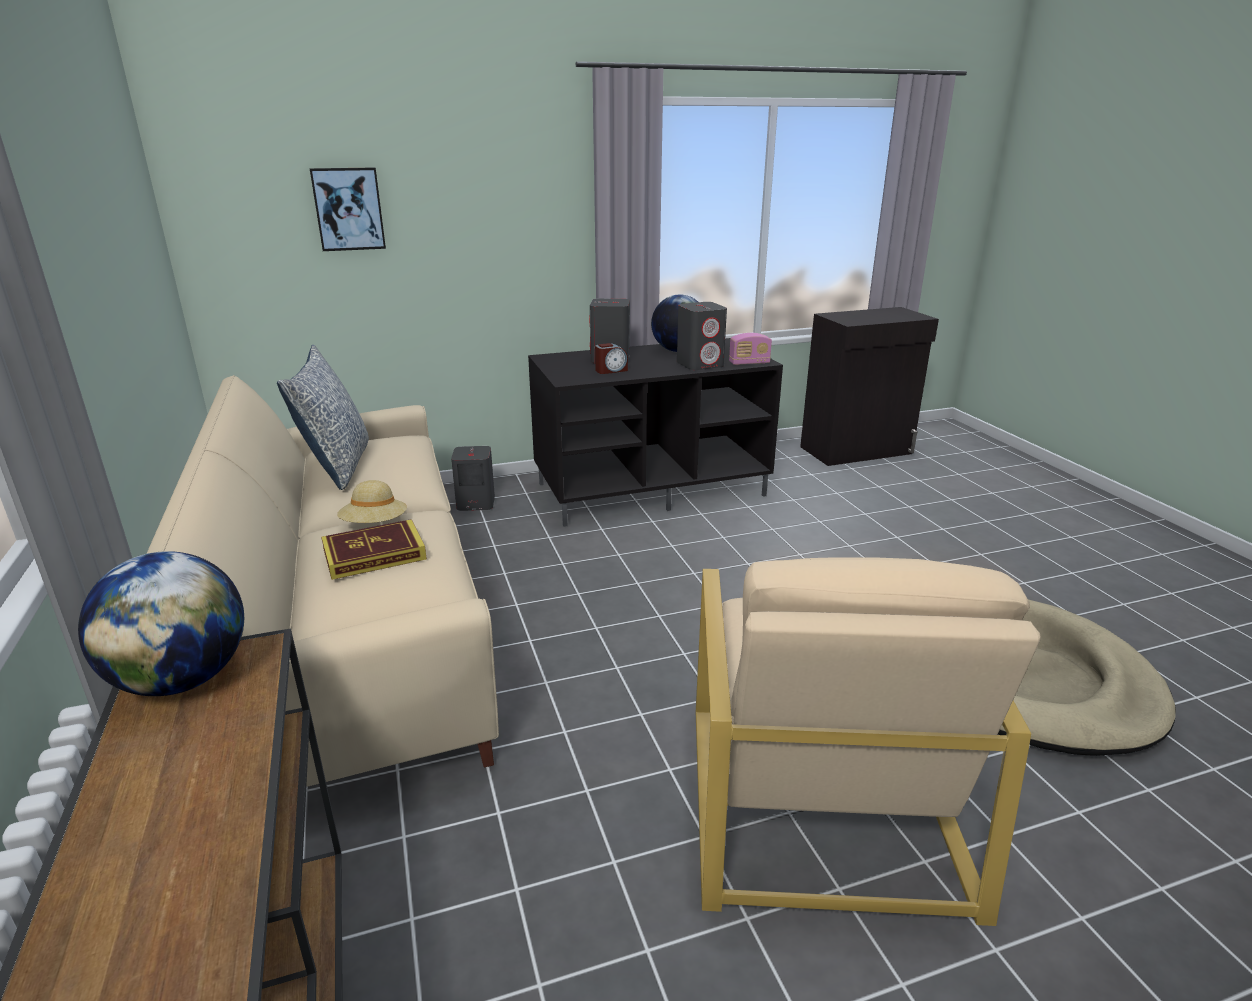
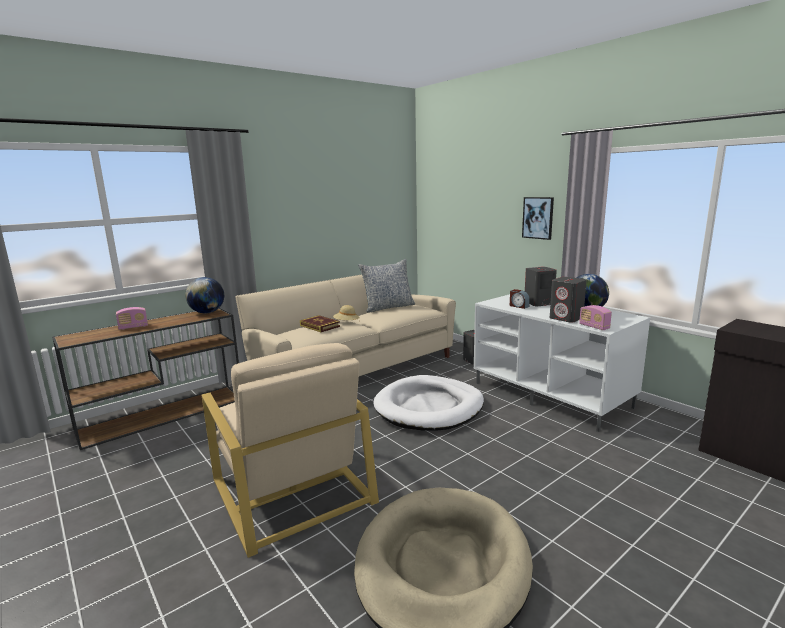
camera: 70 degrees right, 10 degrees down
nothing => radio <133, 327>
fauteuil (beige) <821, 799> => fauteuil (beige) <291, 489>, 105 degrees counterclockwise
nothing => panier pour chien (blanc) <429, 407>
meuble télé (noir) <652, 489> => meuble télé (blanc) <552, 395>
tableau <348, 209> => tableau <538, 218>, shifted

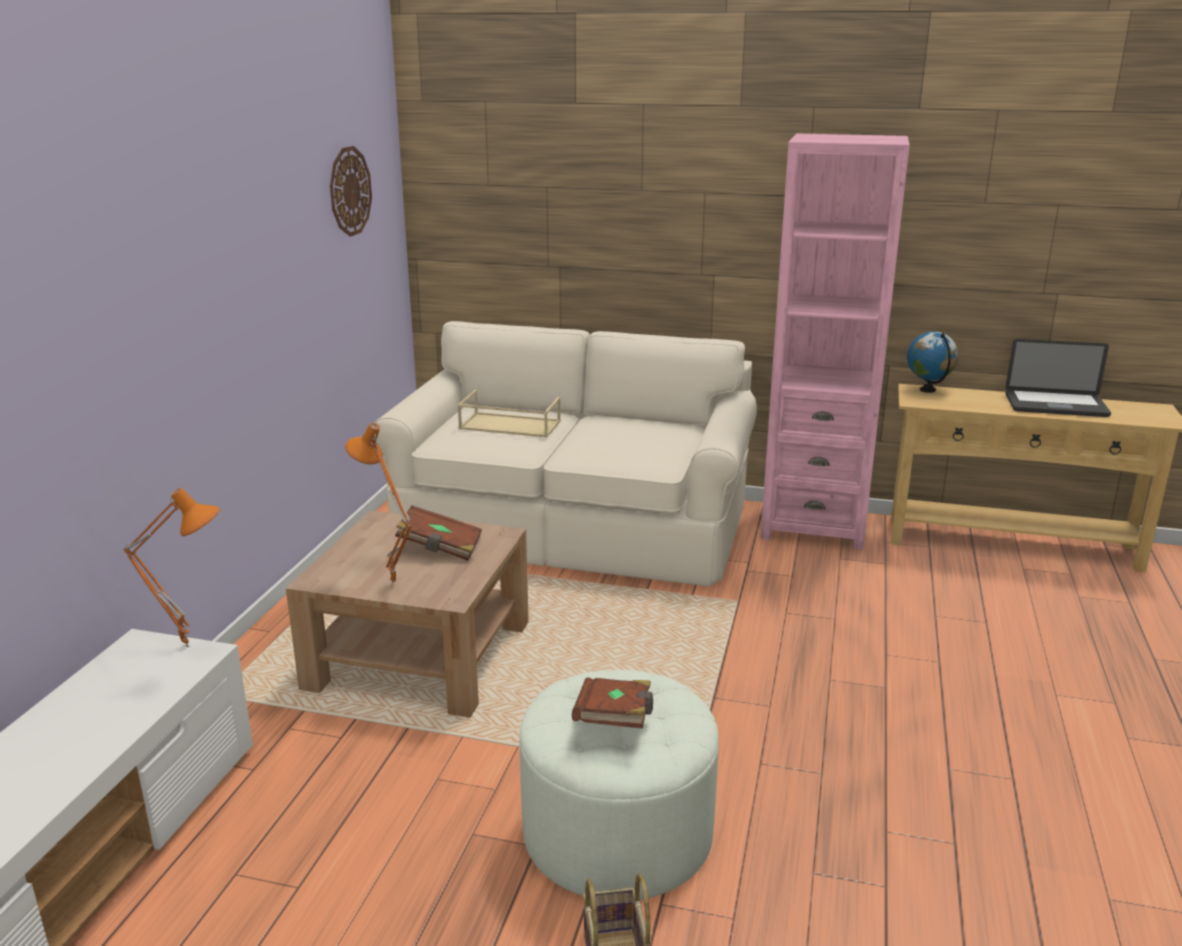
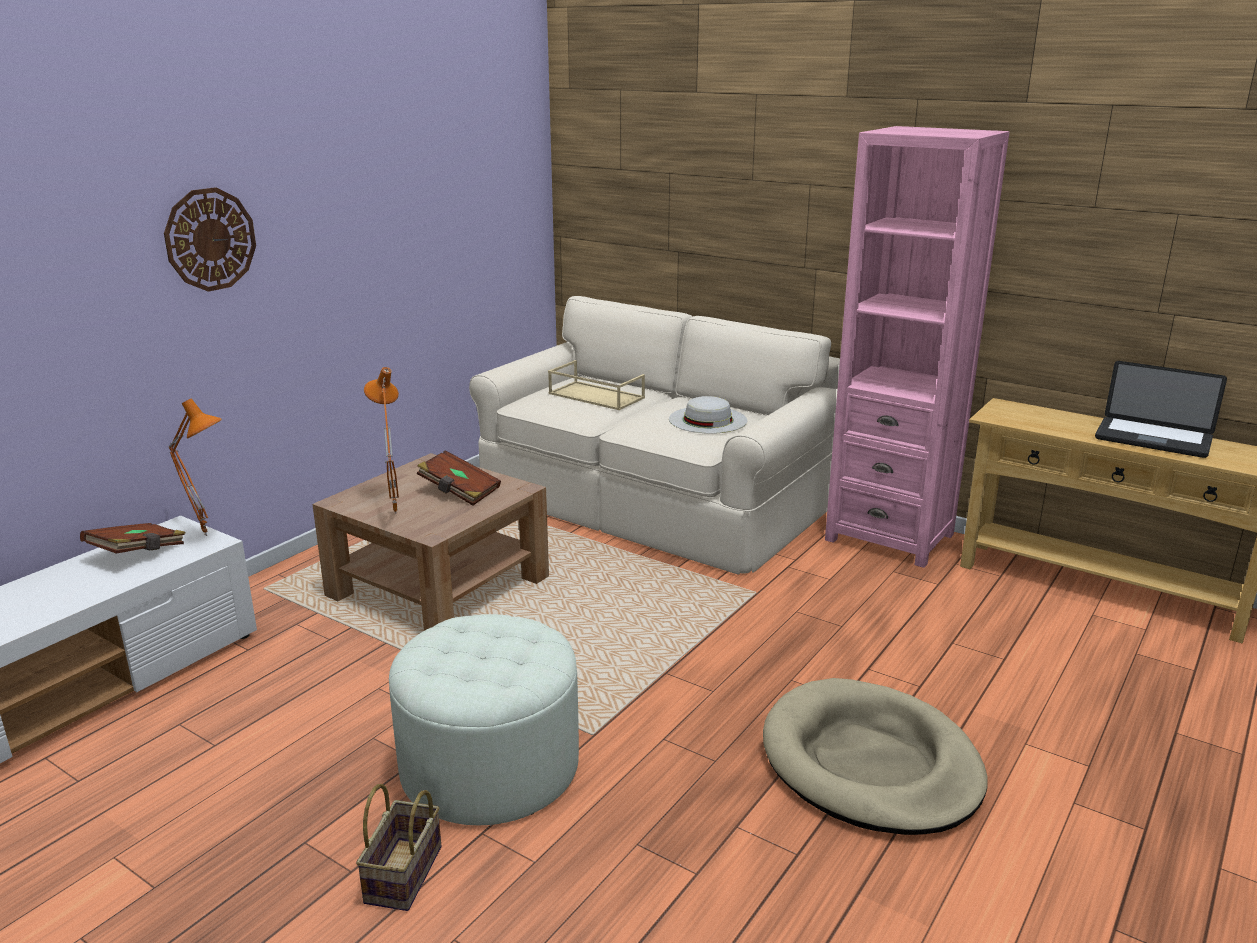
camera: 20 degrees right, 0 degrees up
livre (marron) <615, 720> => livre (marron) <138, 553>, shifted
horloge murale <349, 191> => horloge murale <210, 239>, shifted
nothing => chapeau (blanc) <707, 420>
nothing => panier pour chien (beige) <870, 763>
globe <928, 390> => nothing

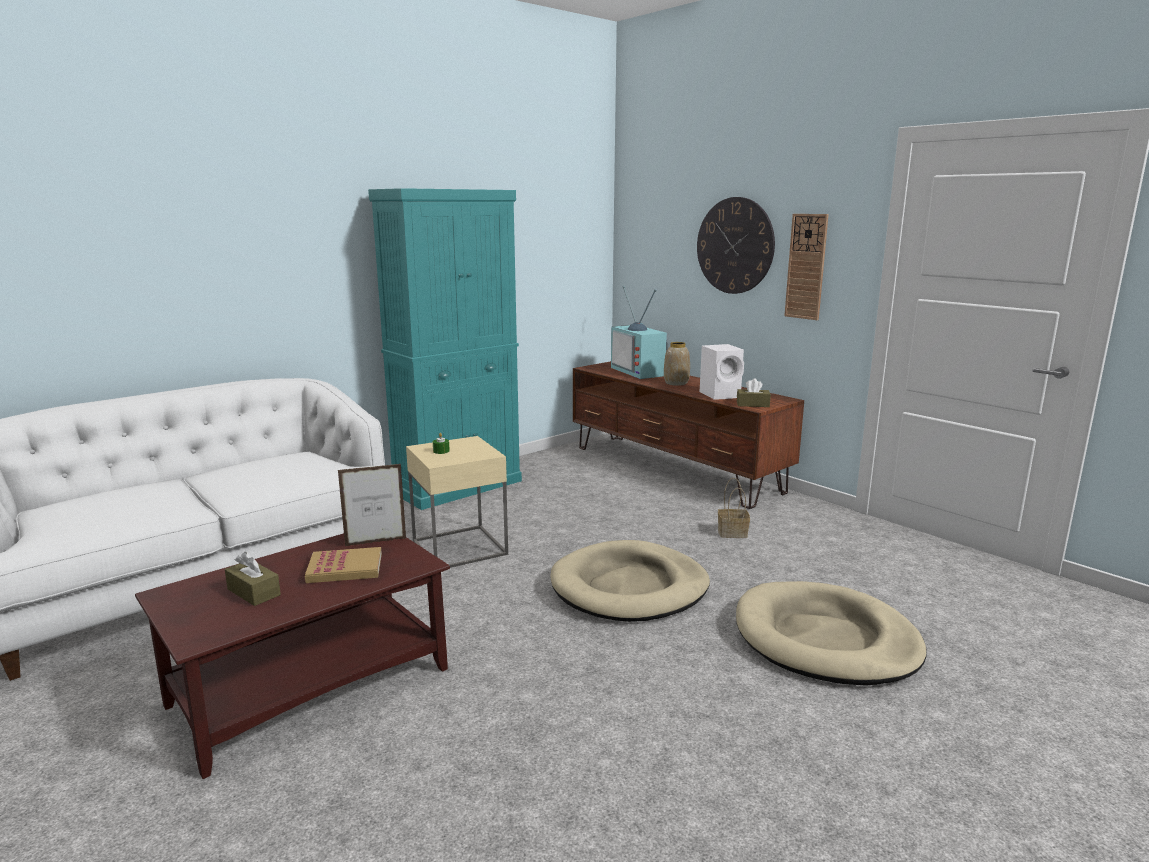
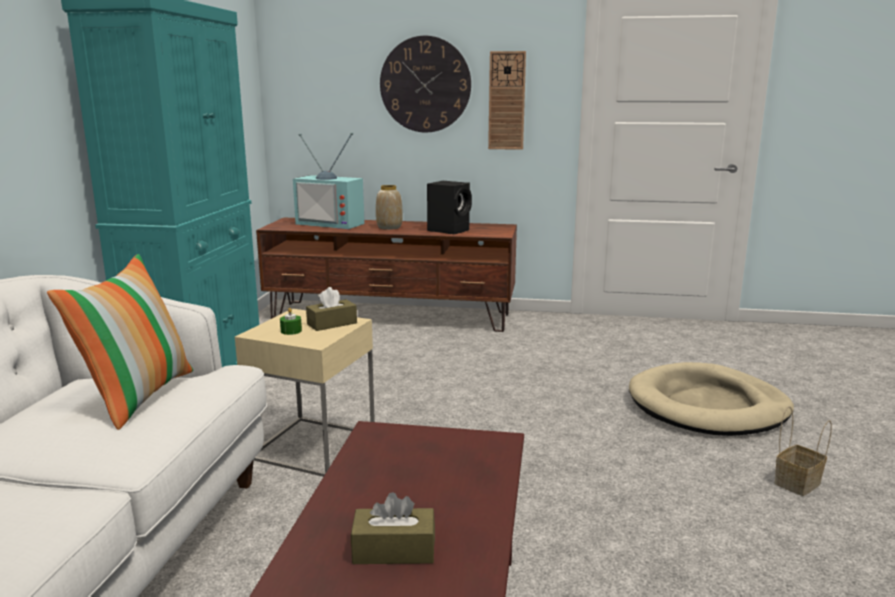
camera: 40 degrees left, 0 degrees up
nothing => coussin <138, 396>
boîte à mouchoirs (marron) <752, 404> => boîte à mouchoirs (marron) <332, 324>, shifted
enceinte (blanc) <721, 395> => enceinte (noir) <449, 230>
panier <733, 533> => panier <797, 482>, shifted
livre <345, 568> => nothing
cadre photo <376, 542> => nothing
panier pour chien (beige) <629, 587> => nothing

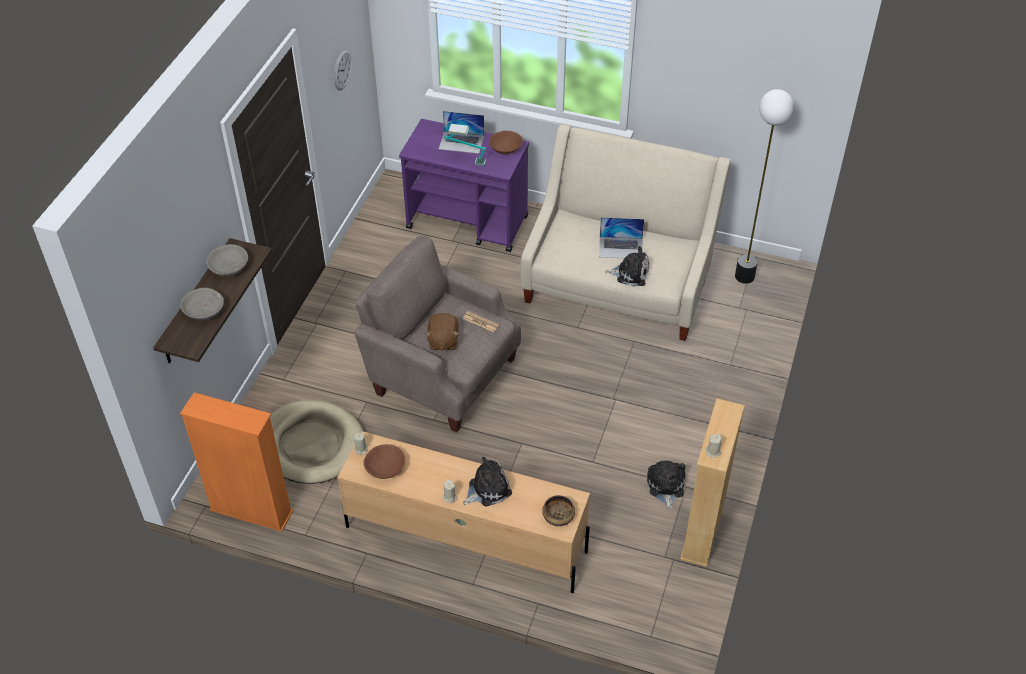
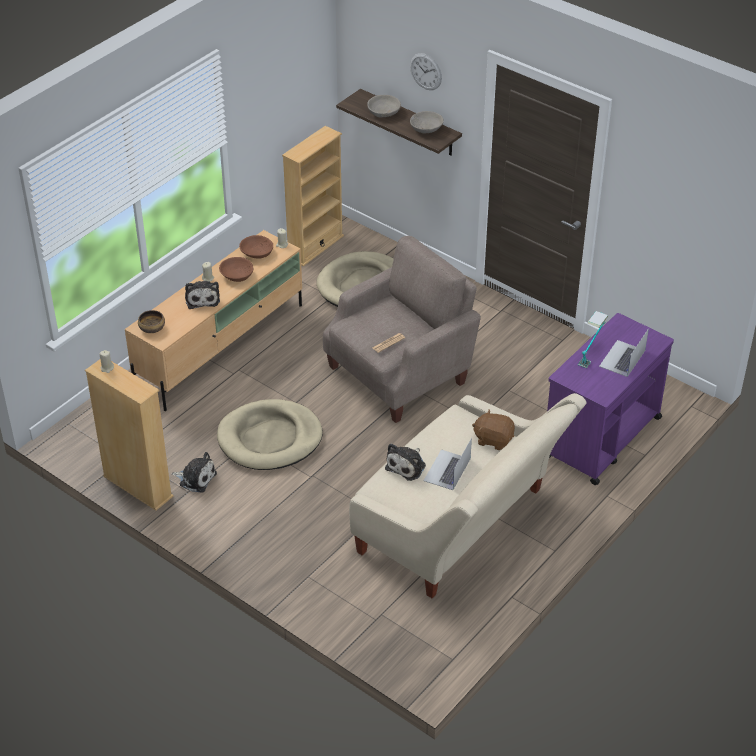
camera: 110 degrees right, 5 degrees down
nothing => panier pour chien (beige) <270, 438>
bol (marron) <505, 148> => bol (marron) <236, 275>, shifted
bibliothèque (orange) <251, 511> => bibliothèque (beige) <315, 247>
horloge murale <342, 69> => horloge murale <425, 71>, shifted
peluche (marron) <443, 341> => peluche (marron) <493, 439>, shifted
lampadaire <745, 276> => nothing

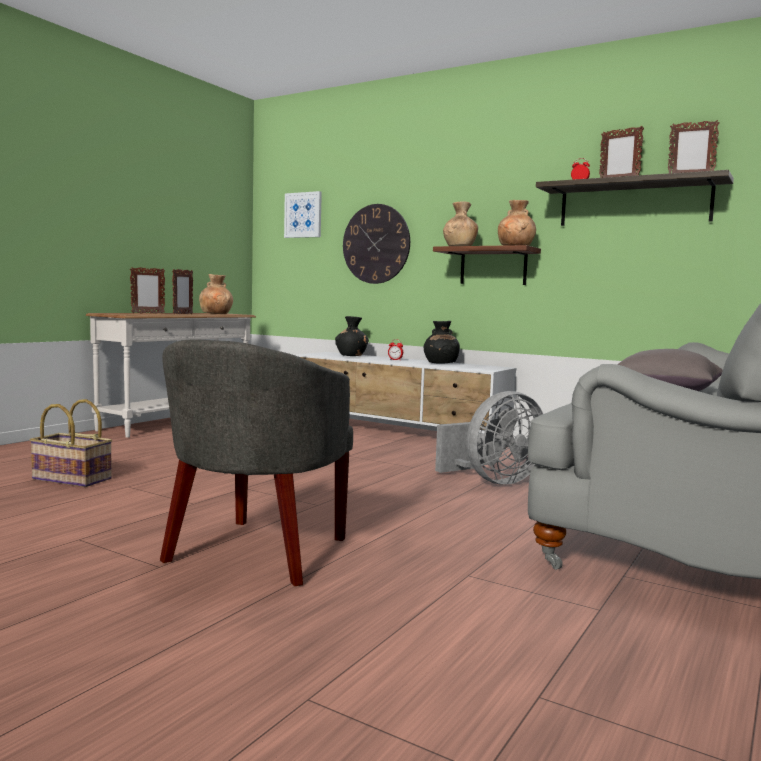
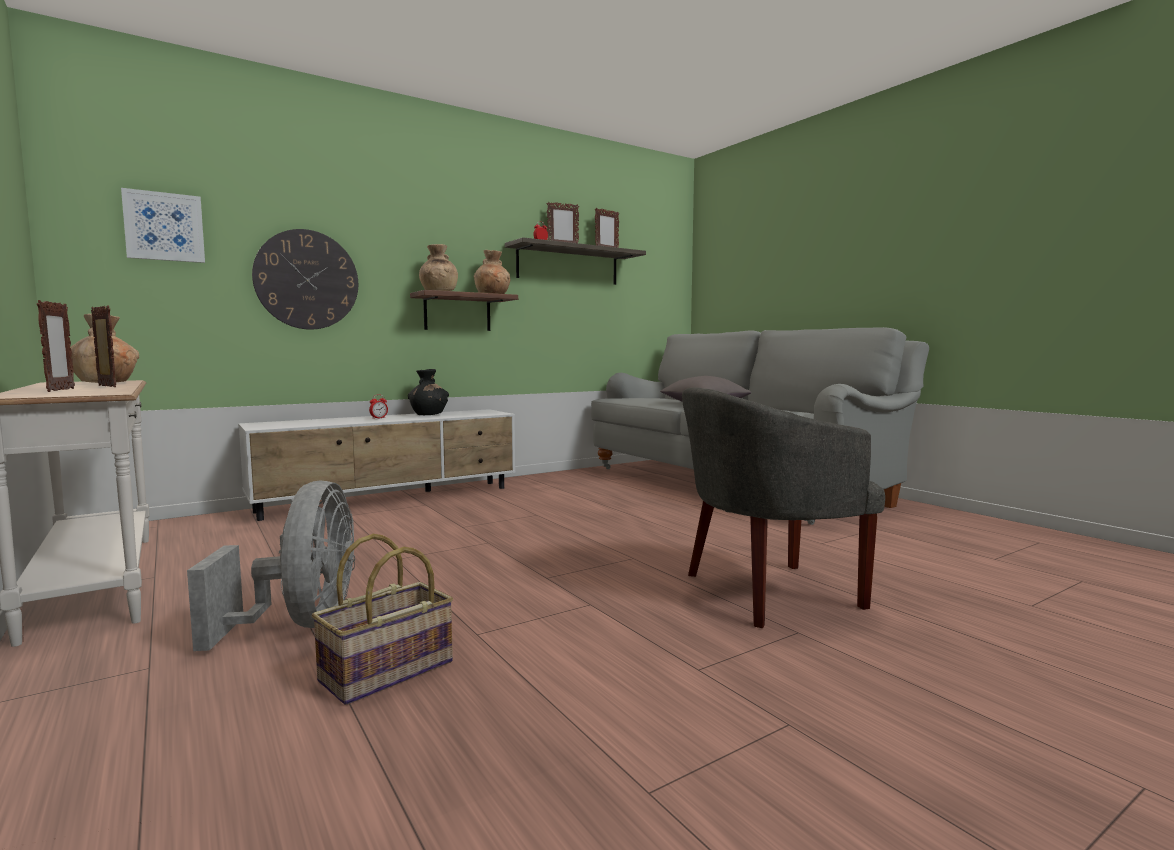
camera: 65 degrees left, 0 degrees up
ventilateur (gris) <494, 481> => ventilateur (gris) <302, 624>, shifted
fauteuil (gris) <256, 553> => fauteuil (gris) <767, 592>, 120 degrees clockwise
vase (noir) <351, 356> => nothing

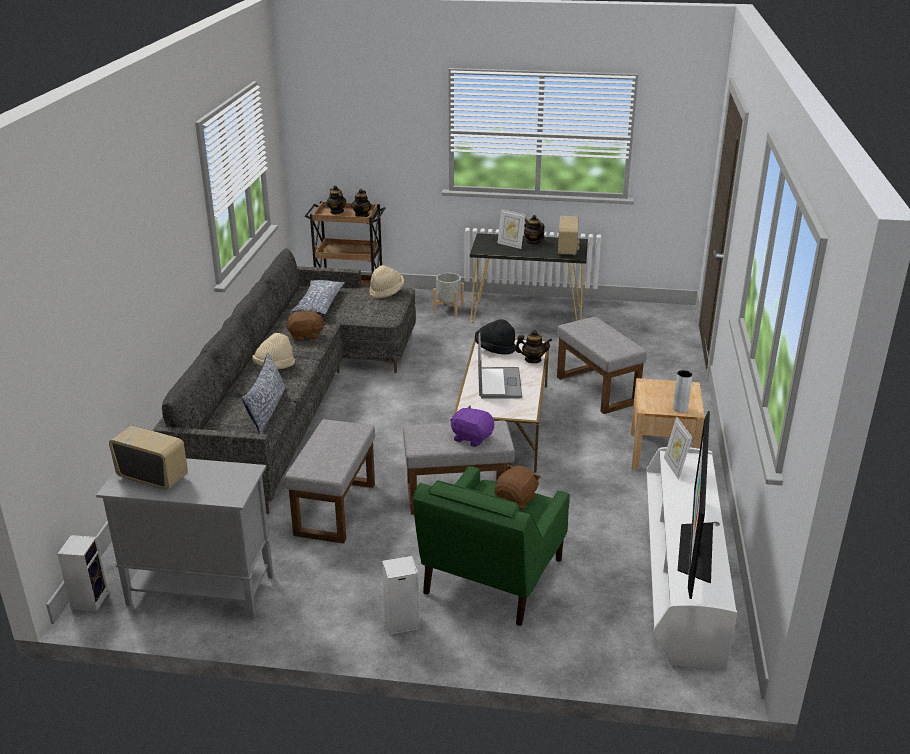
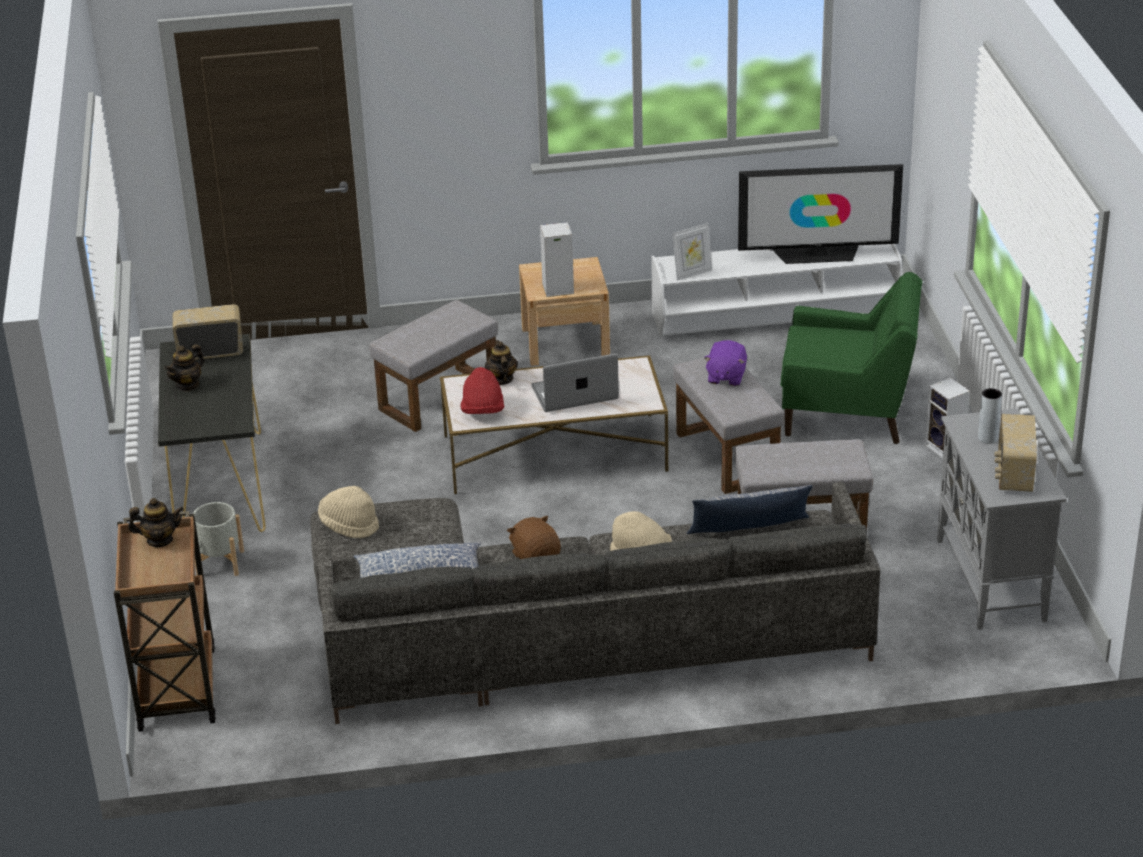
camera: 105 degrees left, 5 degrees up
chapeau (noir) <494, 349> => chapeau (rouge) <483, 411>
enceinte <90, 599> => enceinte <556, 289>, shifted
vase (gris) <680, 409> => vase (gris) <987, 438>, shifted
théière <336, 212> => nothing
peluche (marron) <516, 500> => nothing
cadre photo <510, 245> => nothing

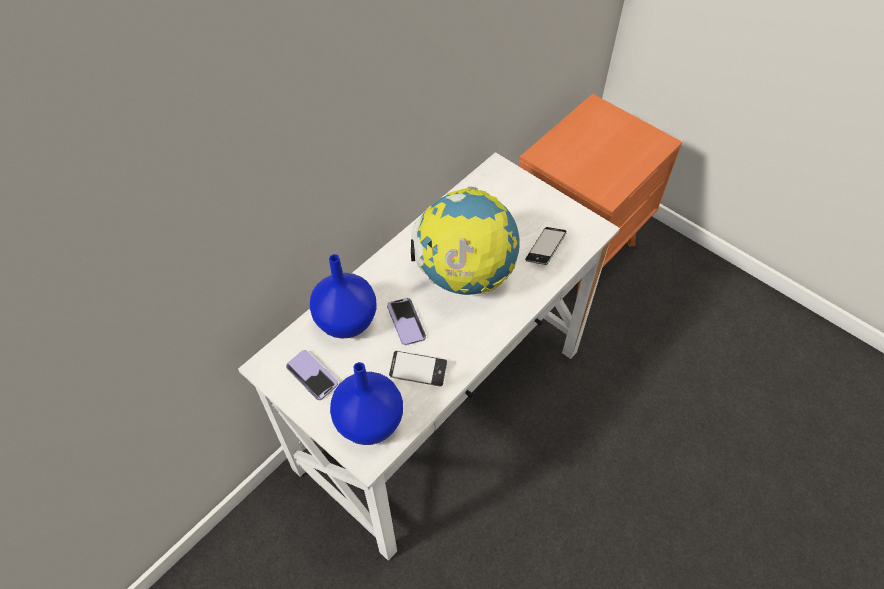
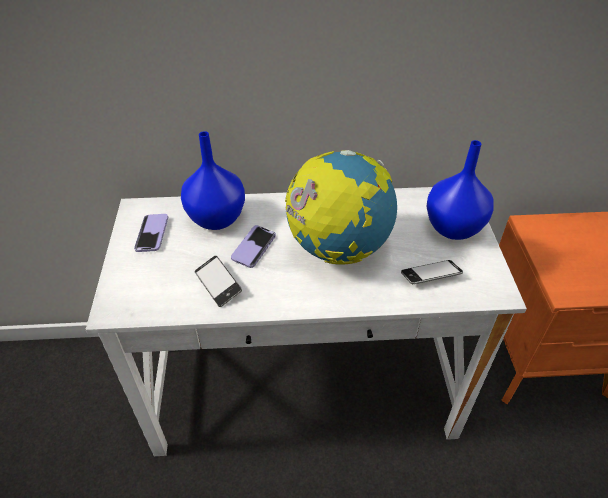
camera: 45 degrees right, 10 degrees down
vase (bleu) <369, 421> => vase (bleu) <453, 227>, shifted

